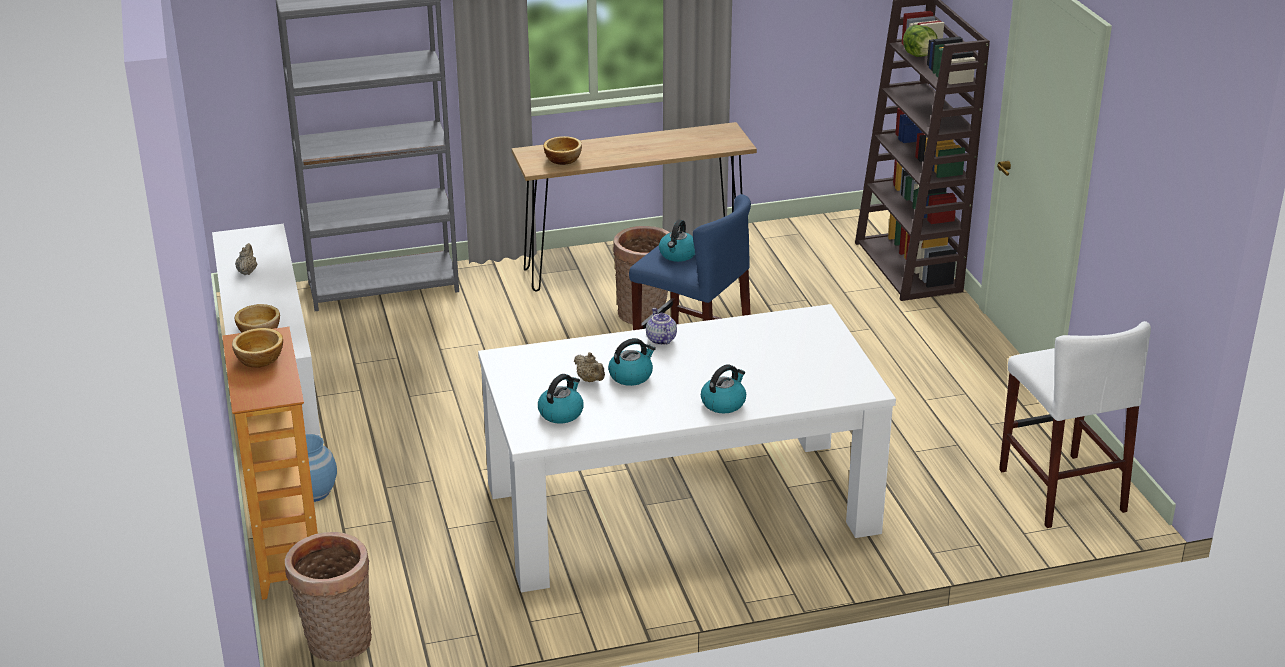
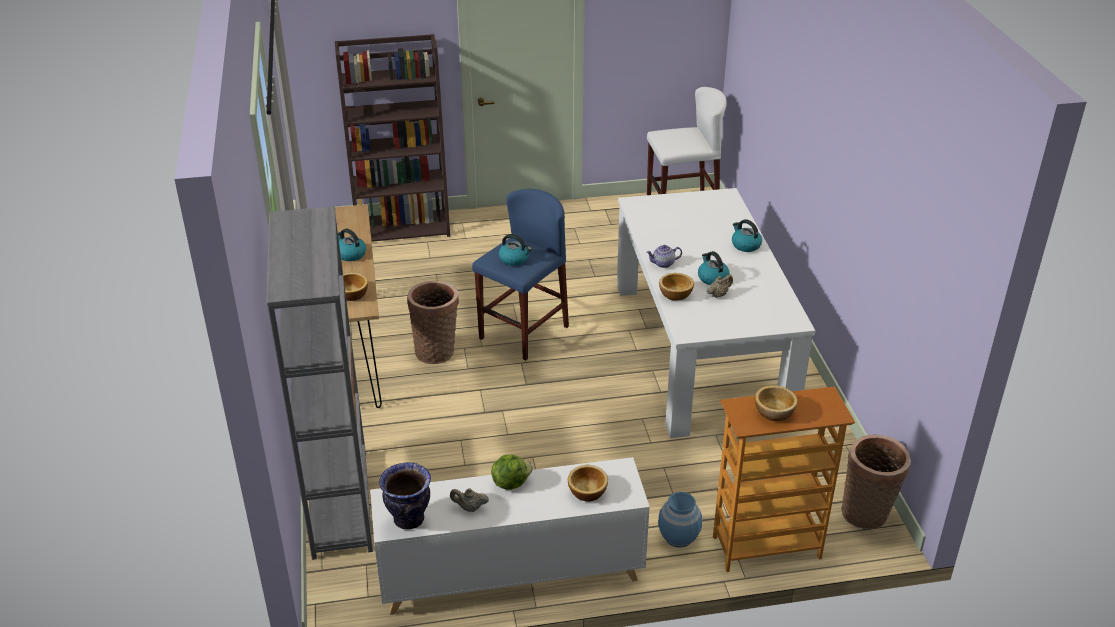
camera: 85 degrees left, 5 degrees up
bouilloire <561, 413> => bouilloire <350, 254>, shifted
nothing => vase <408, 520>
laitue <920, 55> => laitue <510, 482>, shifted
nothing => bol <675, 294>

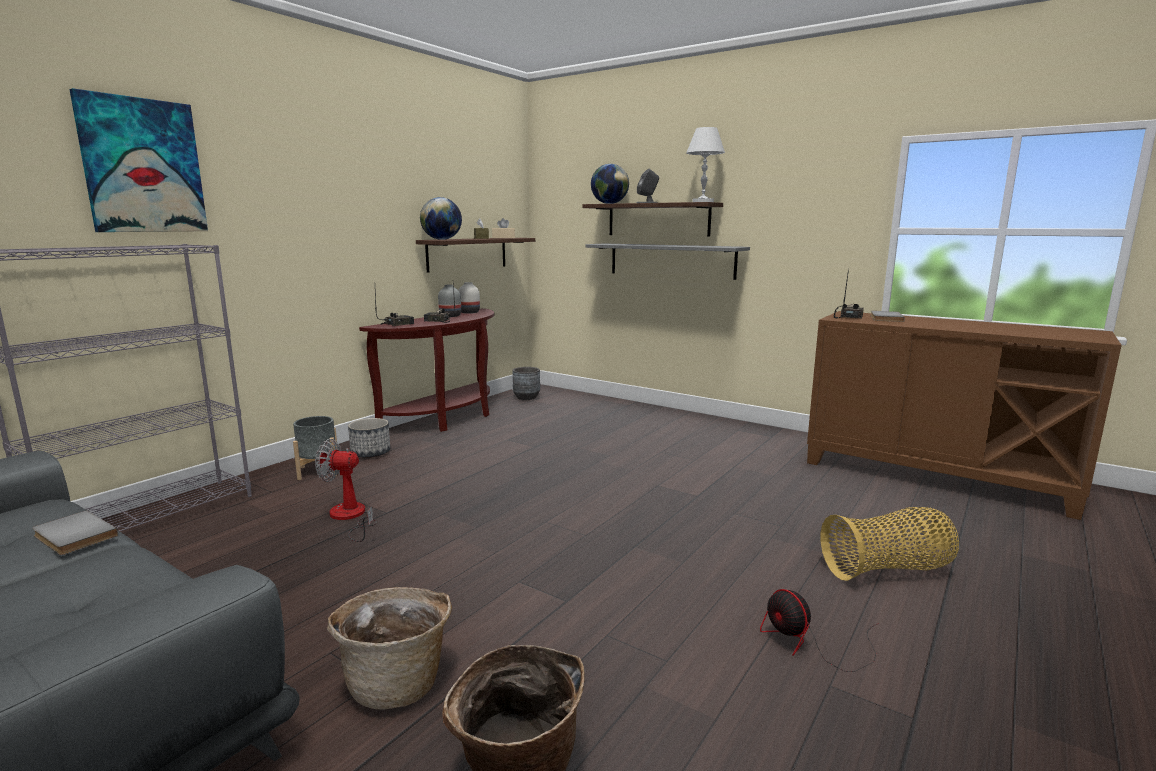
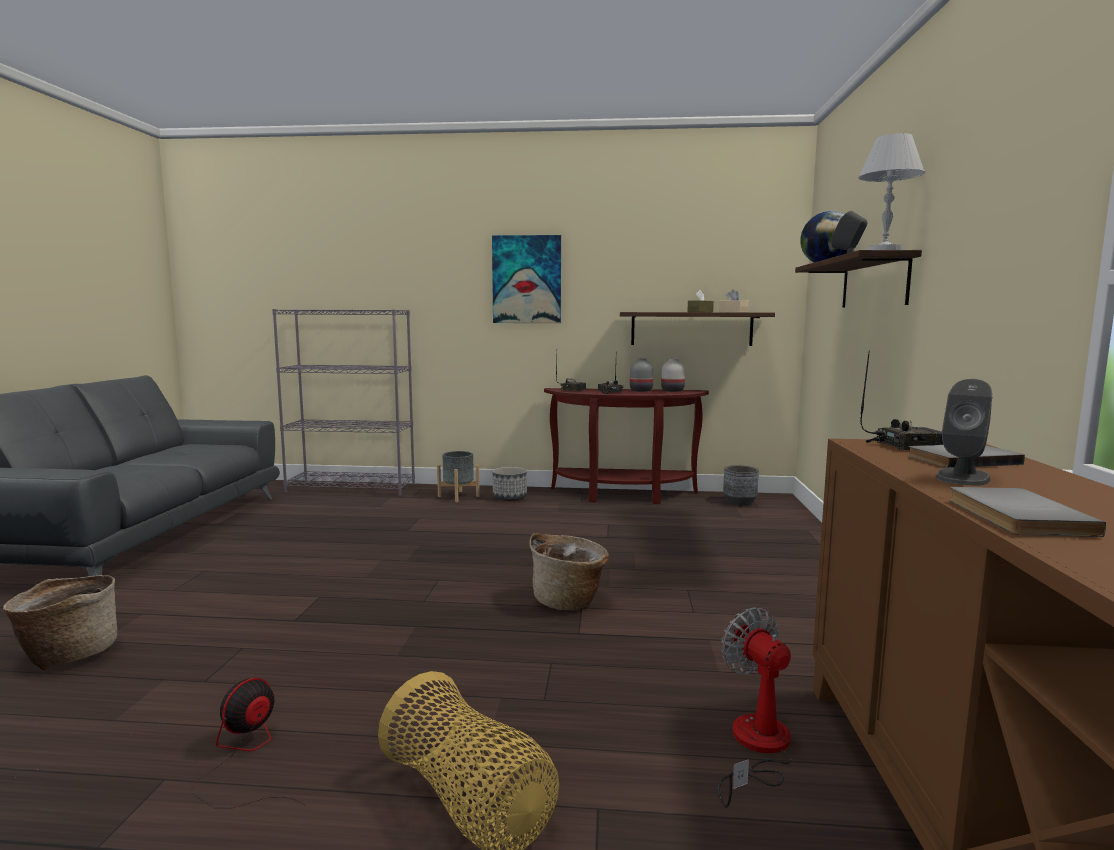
camera: 60 degrees right, 5 degrees down
tableau <142, 166> => tableau <527, 279>, shifted
panier <397, 681> => panier <568, 601>, shifted
ventilateur <351, 517> => ventilateur <756, 748>, shifted
nothing => enceinte (gris) <962, 477>
livre (gris) <72, 536> => livre (gris) <1013, 516>, shifted
globe <442, 239> => nothing
étagère (gris) <671, 260> => nothing

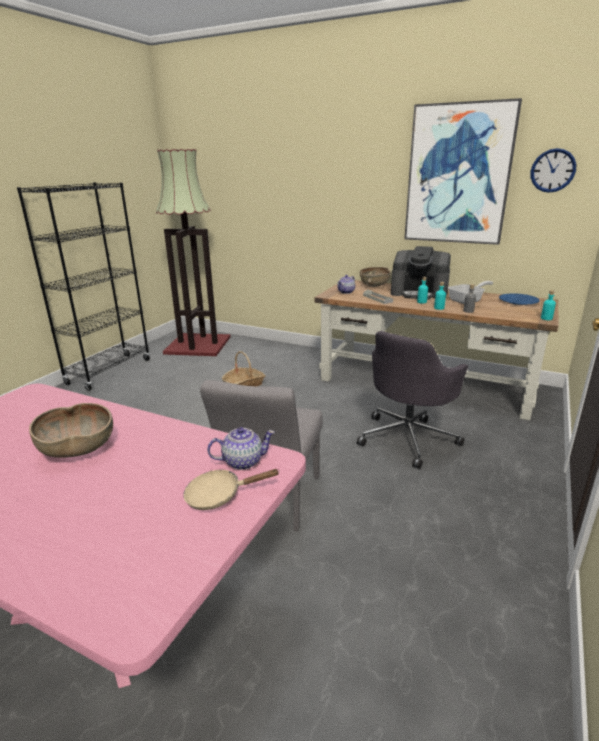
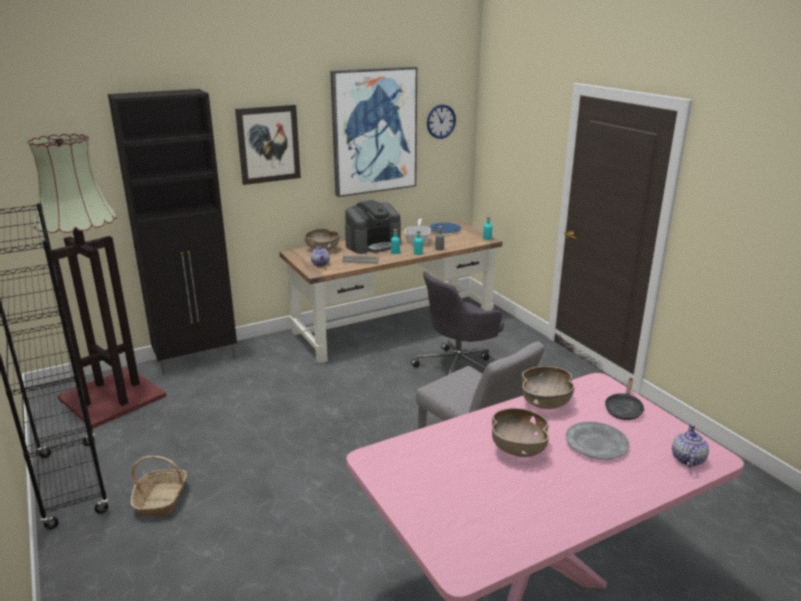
camera: 55 degrees left, 0 degrees up
nothing => meuble de rangement (noir) <197, 359>
panier <244, 384> => panier <162, 499>, shifted
nothing => tableau <268, 144>
chaise de bureau (gris) <408, 438> => chaise de bureau (gris) <458, 369>, 75 degrees clockwise
nothing => bol (marron) <545, 402>
nothing => assiette (gris) <596, 443>
poêle (beige) <219, 495> => poêle (noir) <623, 409>
théière <242, 461> => théière <687, 459>, shifted

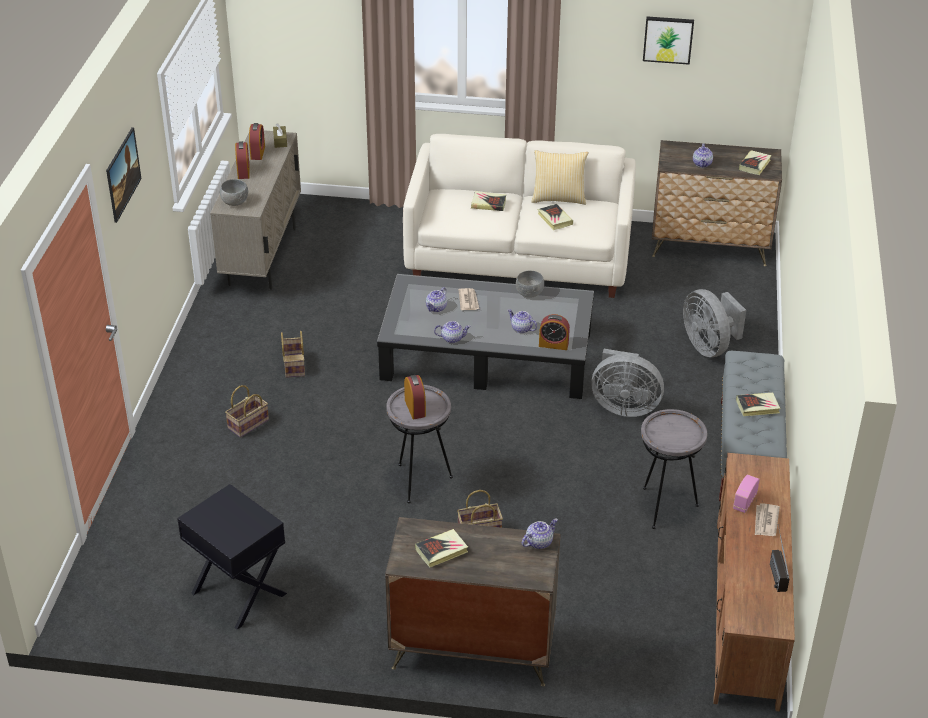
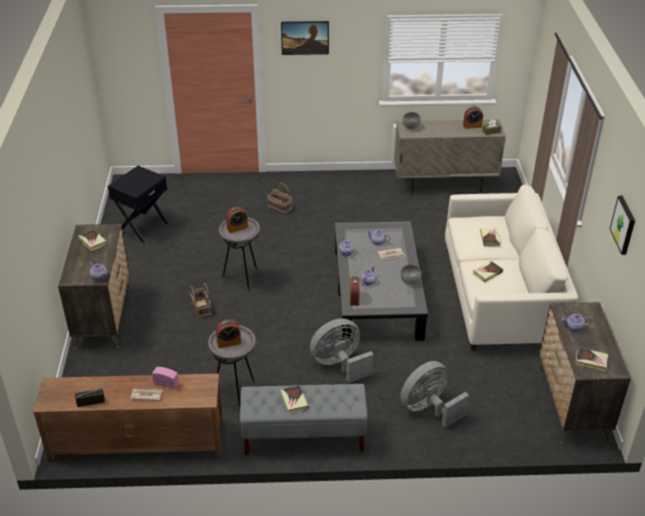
camera: 80 degrees right, 0 degrees up
réveil <243, 171> => réveil <229, 342>, shifted
ventilateur (gris) <623, 406> => ventilateur (gris) <340, 365>, 60 degrees clockwise
panier <293, 365> => nothing
coussin <558, 198> => nothing

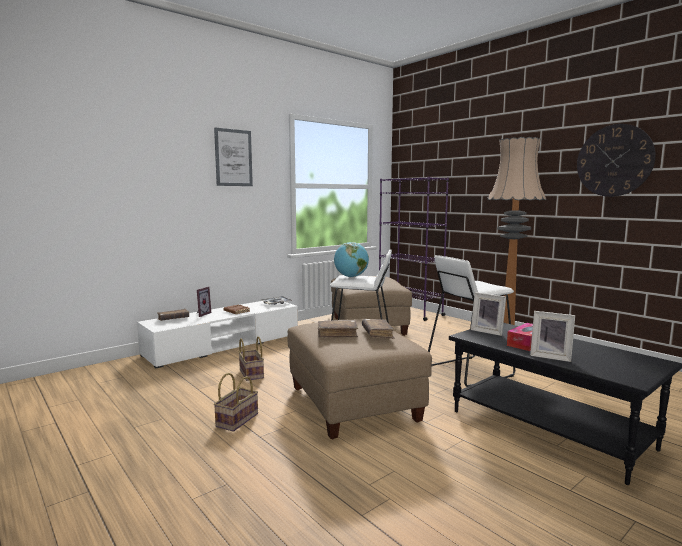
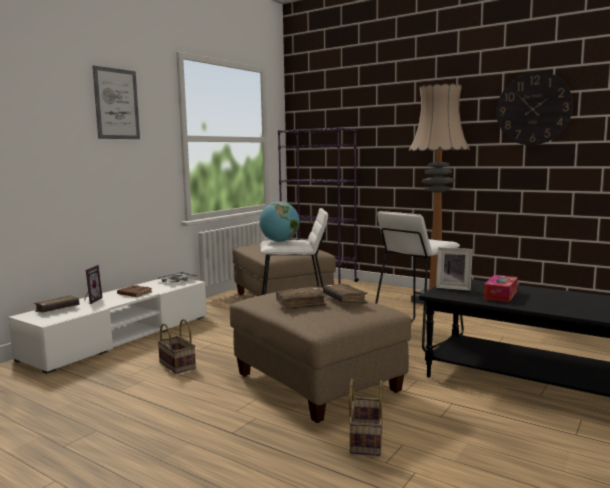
camera: 15 degrees left, 0 degrees up
panier <237, 419> => panier <365, 439>, shifted
cadre photo <550, 356> => nothing

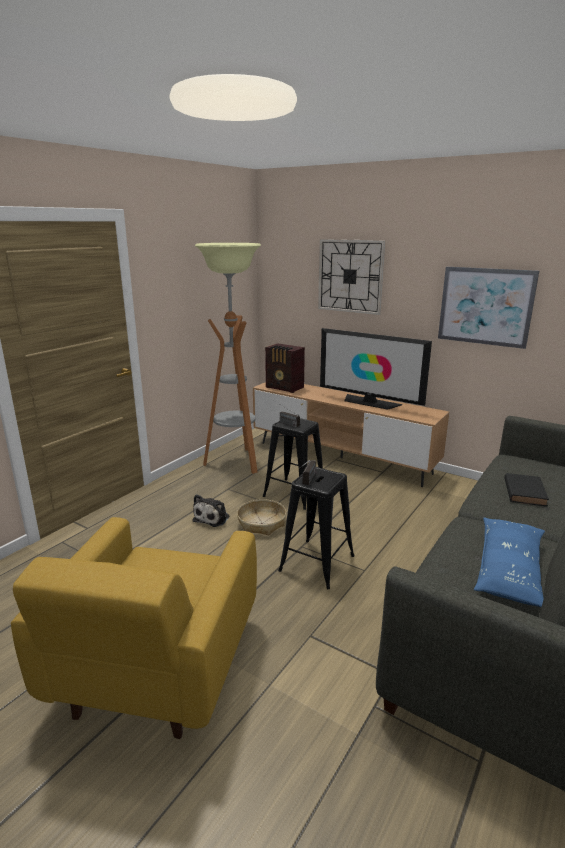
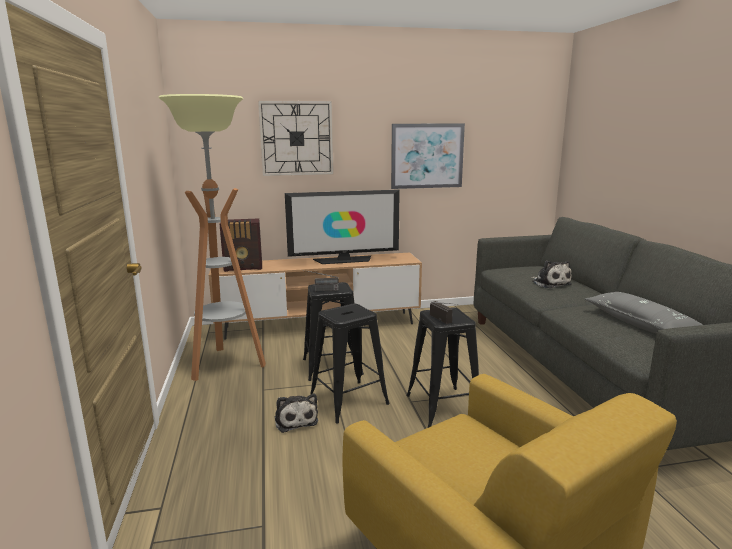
camera: 45 degrees left, 5 degrees down
panier <262, 523> => tabouret (noir) <348, 401>
livre (noir) <524, 492> => peluche <550, 283>
coussin (bleu) <509, 570> => coussin (gris) <639, 323>

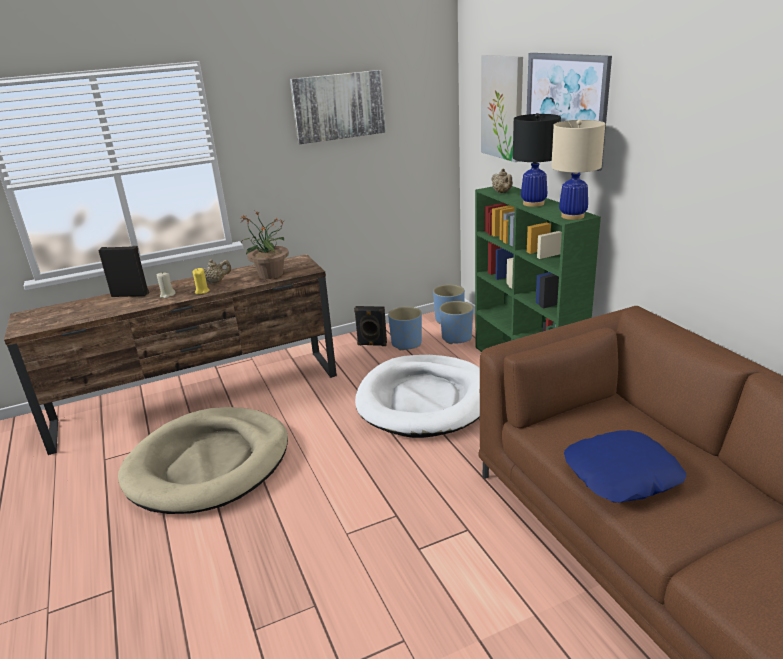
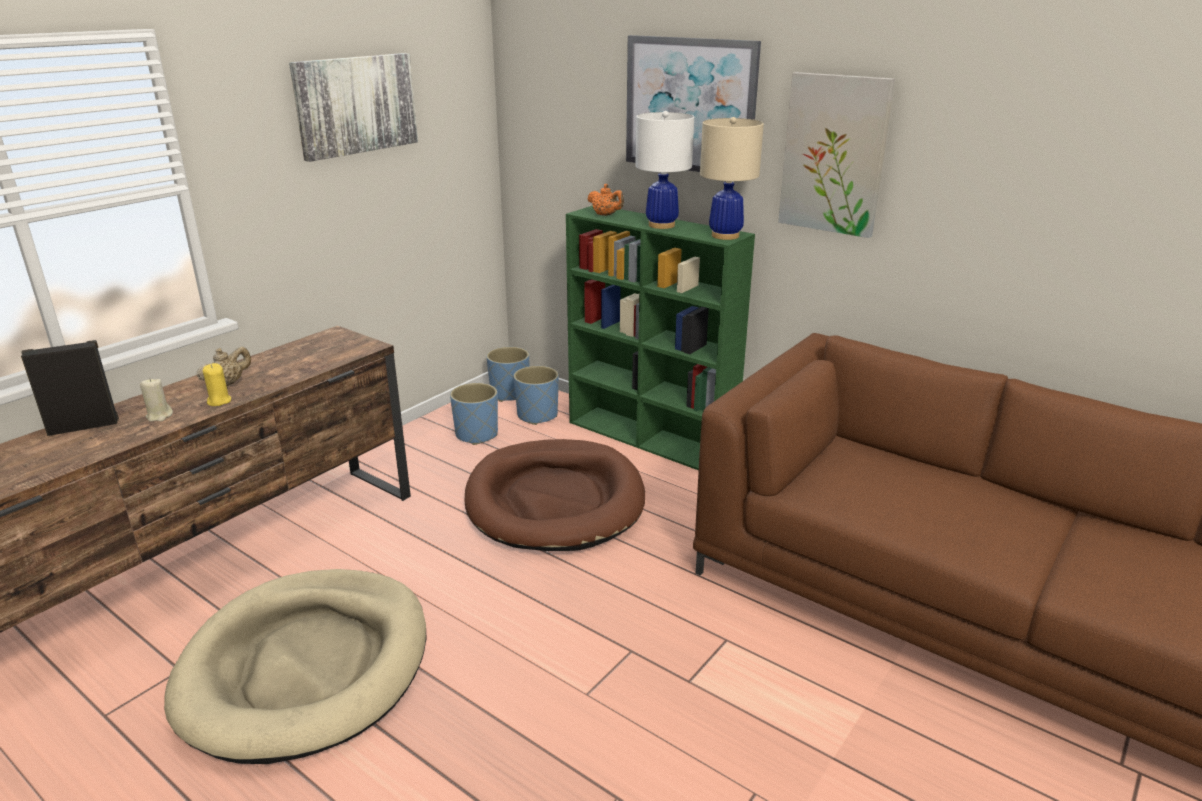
camera: 30 degrees left, 0 degrees up
panier pour chien (blanc) <423, 400> => panier pour chien (marron) <555, 500>
théière (beige) <502, 192> => théière (orange) <606, 215>
lampe de table (noir) <533, 203> => lampe de table (blanc) <661, 225>
tableau <503, 107> => tableau <834, 154>, shifted
plante en pot <270, 274> => nothing
enceinte (noir) <372, 344> => nothing
coussin (bleu) <622, 475> => nothing

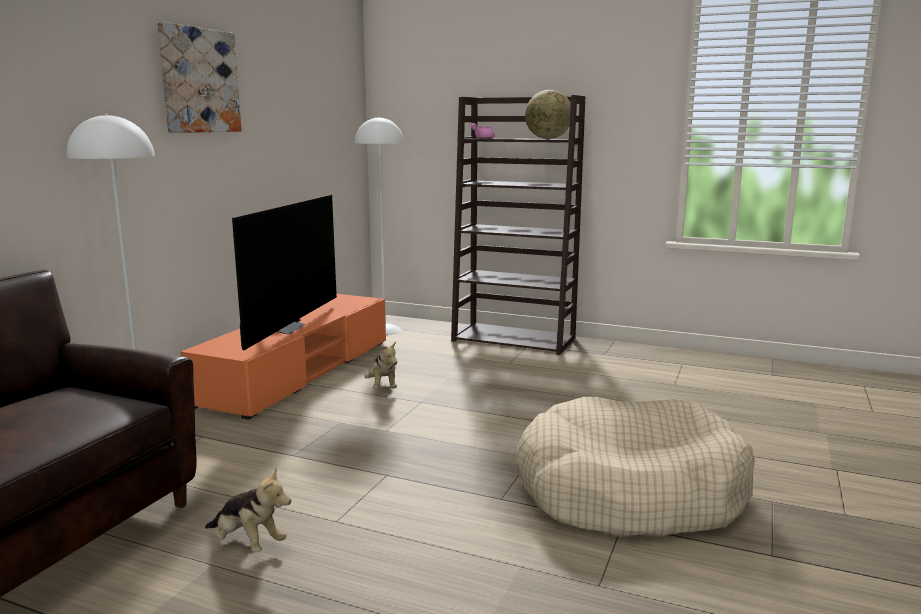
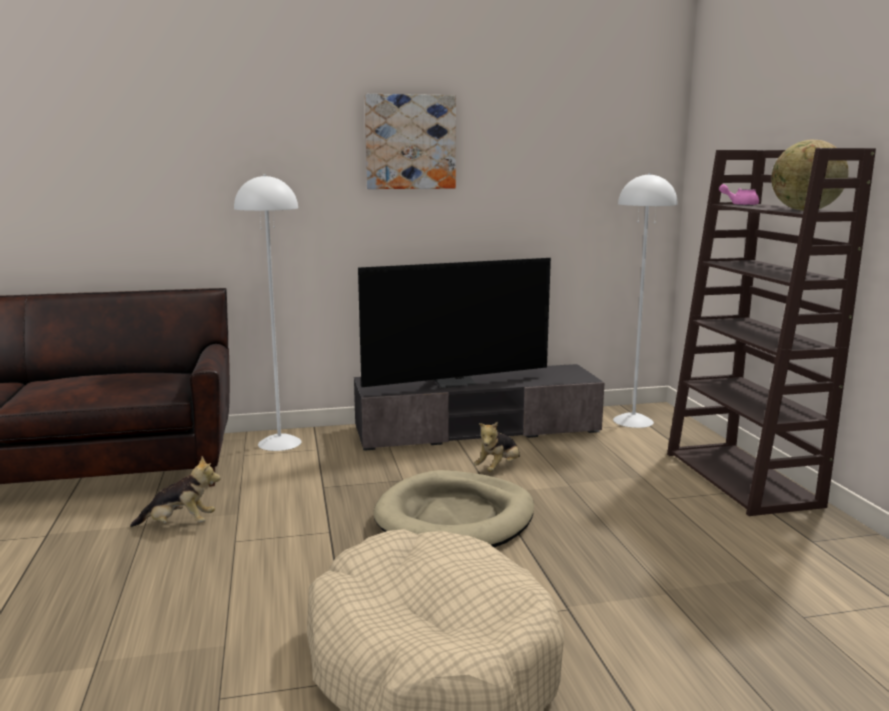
camera: 55 degrees right, 0 degrees up
peluche <248, 543> => peluche <179, 524>, 90 degrees counterclockwise
meuble télé (orange) <298, 371> => meuble télé (gris) <477, 430>
nothing => panier pour chien (beige) <455, 518>

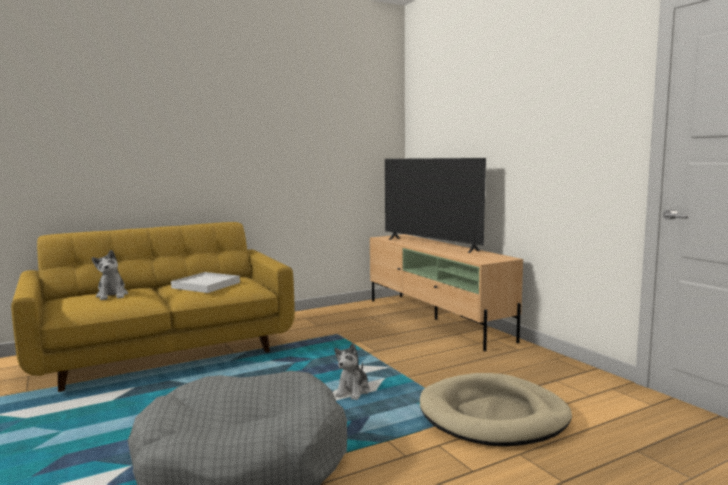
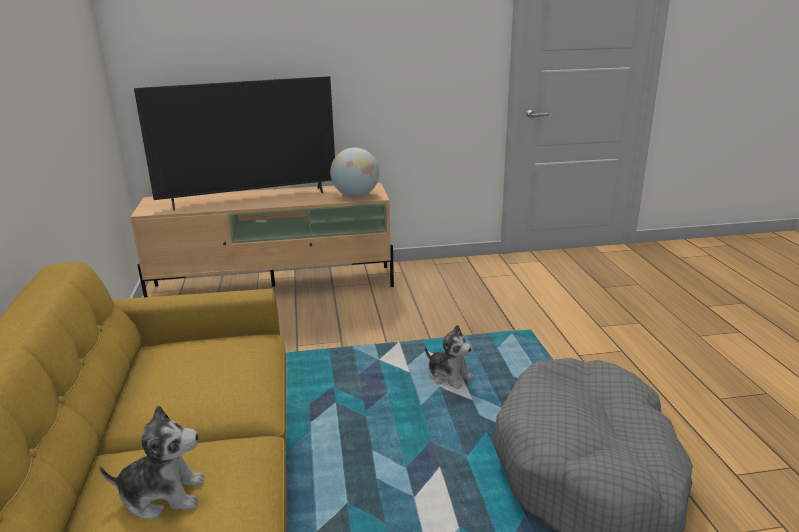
camera: 70 degrees left, 15 degrees up
nothing => globe <356, 196>
plateau (blanc) <206, 285> => nothing
panier pour chien (beige) <493, 415> => nothing

